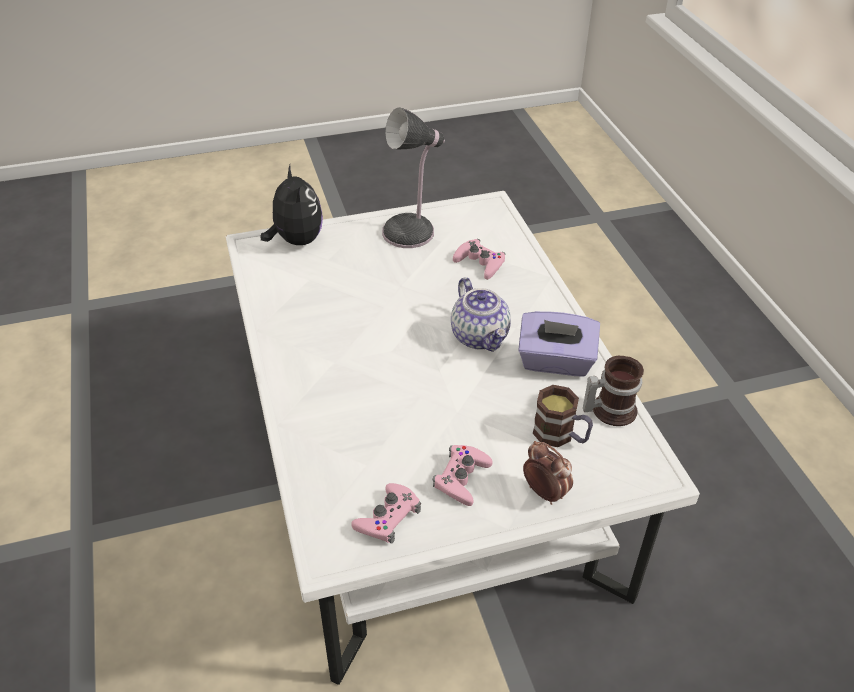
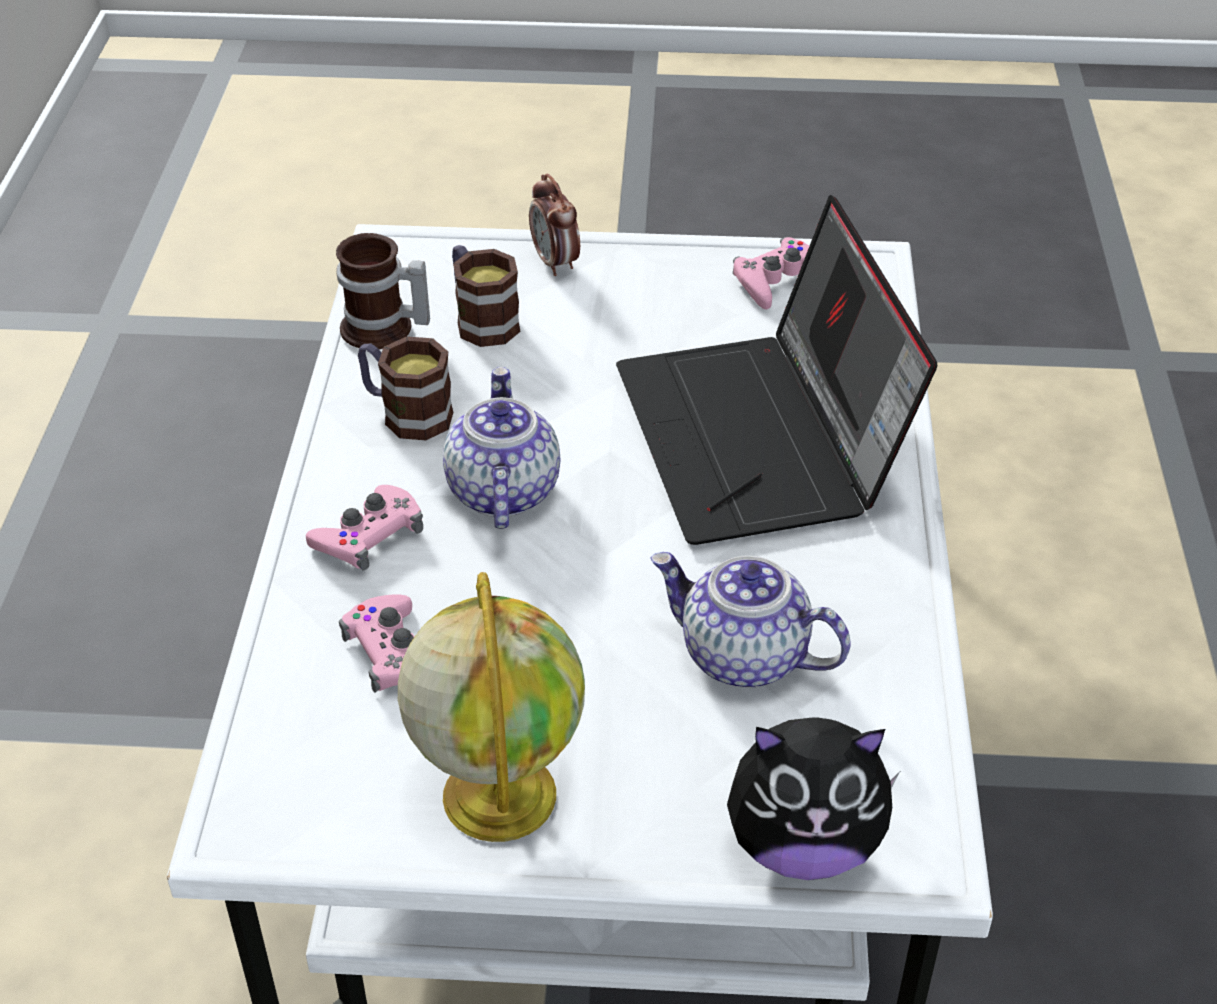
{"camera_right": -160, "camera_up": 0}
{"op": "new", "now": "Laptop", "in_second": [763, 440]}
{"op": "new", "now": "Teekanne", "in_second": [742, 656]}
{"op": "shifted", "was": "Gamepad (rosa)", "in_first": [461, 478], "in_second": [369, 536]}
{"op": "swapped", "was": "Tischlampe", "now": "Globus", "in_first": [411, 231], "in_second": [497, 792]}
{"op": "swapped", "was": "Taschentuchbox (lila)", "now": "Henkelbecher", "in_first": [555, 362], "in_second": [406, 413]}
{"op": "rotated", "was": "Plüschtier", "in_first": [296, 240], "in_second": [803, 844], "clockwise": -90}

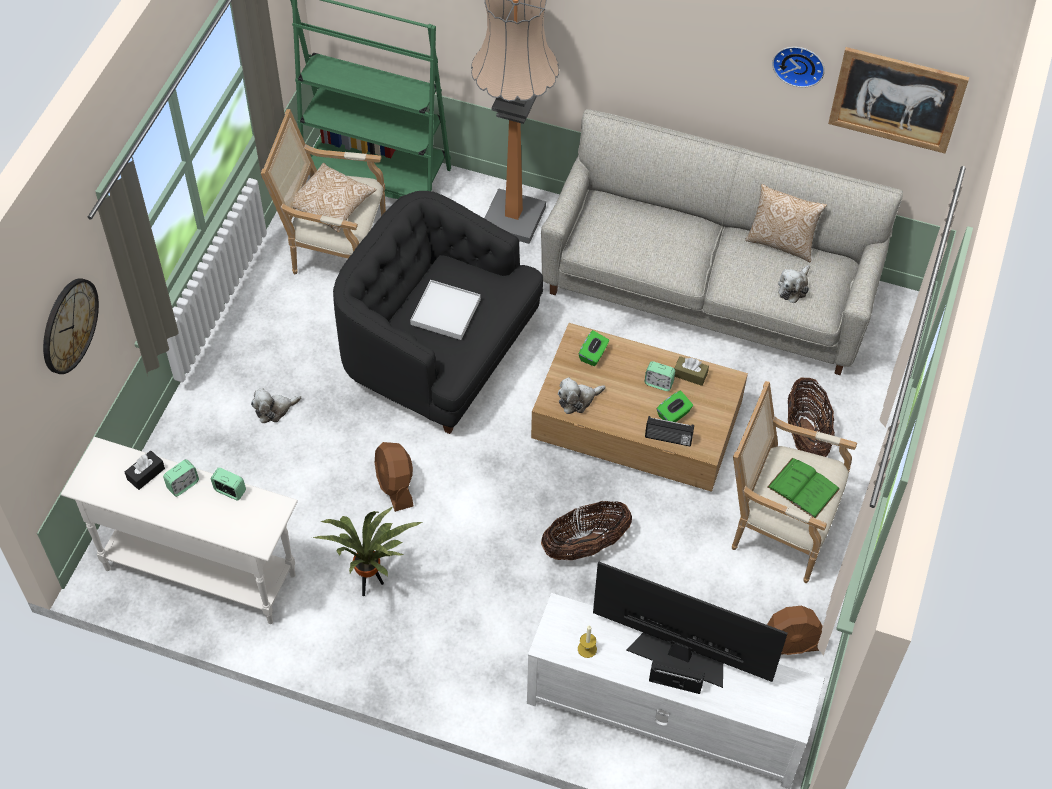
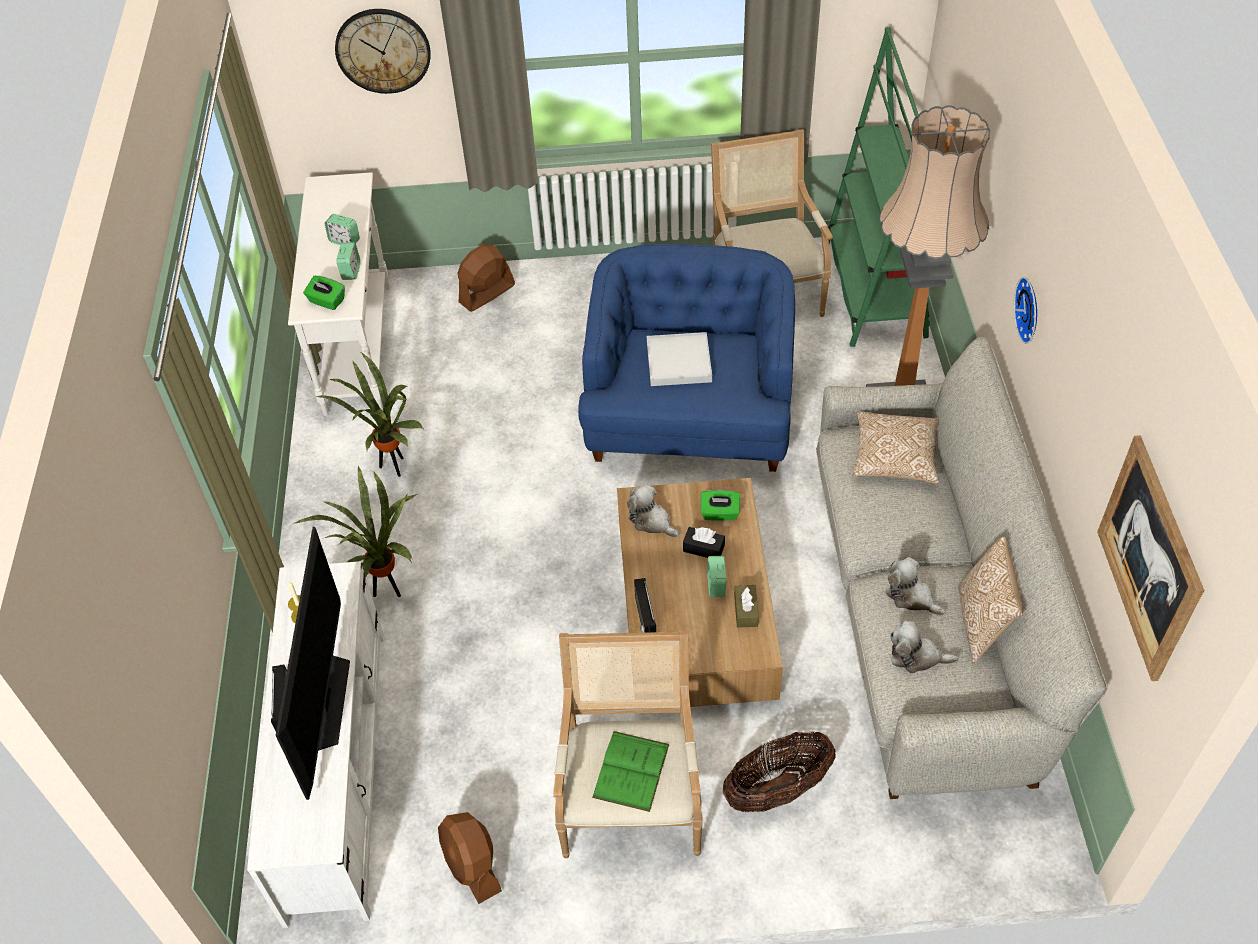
{"camera_right": 70, "camera_up": -5}
{"op": "gone", "was": "Korb", "in_first": [585, 545]}
{"op": "new", "now": "Topfpflanze", "in_second": [386, 590]}
{"op": "shifted", "was": "Taschentuchbox (schwarz)", "in_first": [146, 474], "in_second": [703, 548]}
{"op": "shifted", "was": "Plüschtier", "in_first": [274, 410], "in_second": [911, 597]}
{"op": "shifted", "was": "Kissen", "in_first": [331, 206], "in_second": [894, 458]}
{"op": "shifted", "was": "Ventilator (braun)", "in_first": [395, 485], "in_second": [486, 294]}
{"op": "shifted", "was": "Taschentuchbox (grün)", "in_first": [674, 415], "in_second": [327, 301]}
{"op": "shifted", "was": "Wanduhr", "in_first": [799, 64], "in_second": [1030, 310]}
{"op": "repainted", "was": "Sessel (schwarz)", "now": "Sessel (blau)", "in_first": [439, 352], "in_second": [689, 416]}

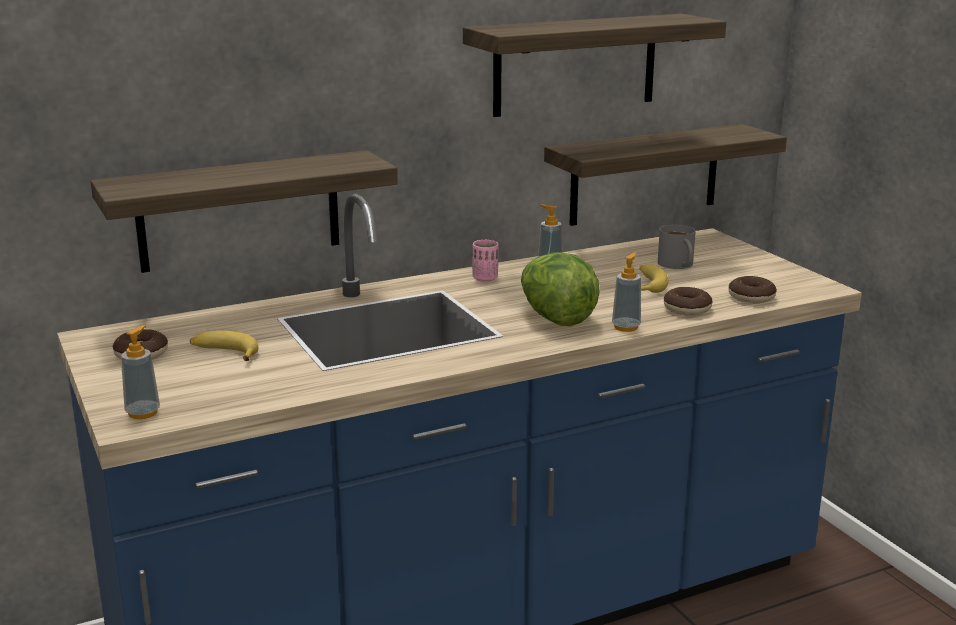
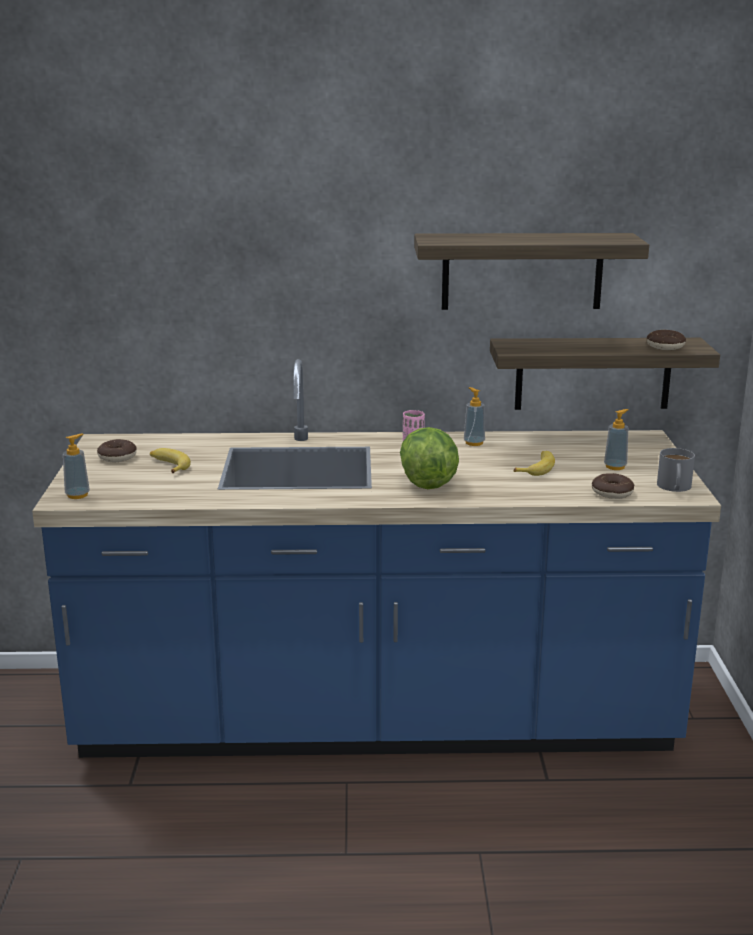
{"camera_right": 25, "camera_up": 0}
{"op": "gone", "was": "Wandregal", "in_first": [239, 211]}
{"op": "shifted", "was": "Seifenspender", "in_first": [626, 327], "in_second": [615, 467]}
{"op": "shifted", "was": "Henkelbecher (grau)", "in_first": [678, 265], "in_second": [674, 488]}
{"op": "shifted", "was": "Donut", "in_first": [687, 309], "in_second": [665, 346]}

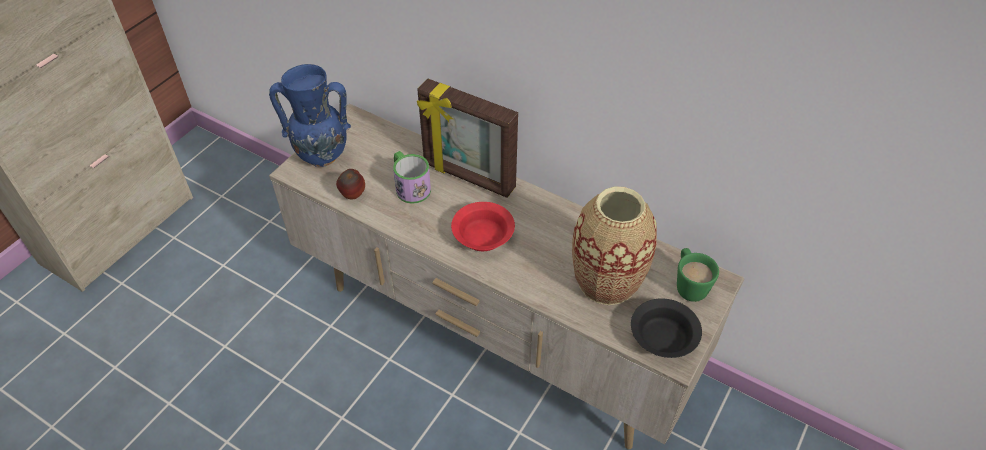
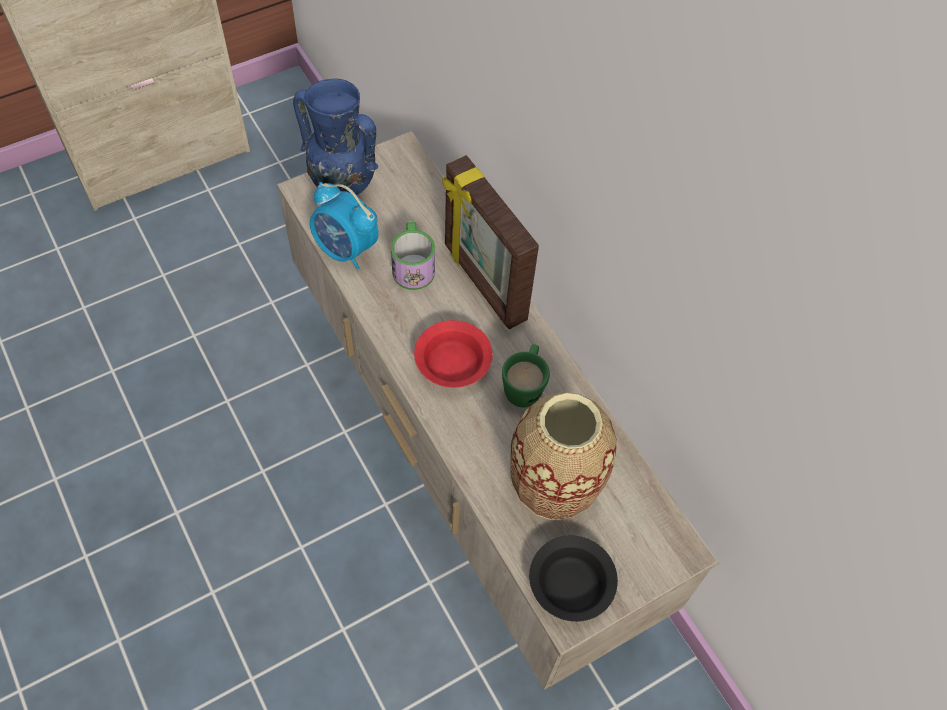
{"camera_right": 25, "camera_up": 10}
{"op": "shifted", "was": "Henkelbecher (grün)", "in_first": [688, 285], "in_second": [524, 386]}
{"op": "swapped", "was": "Apfel", "now": "Wecker", "in_first": [352, 196], "in_second": [346, 249]}

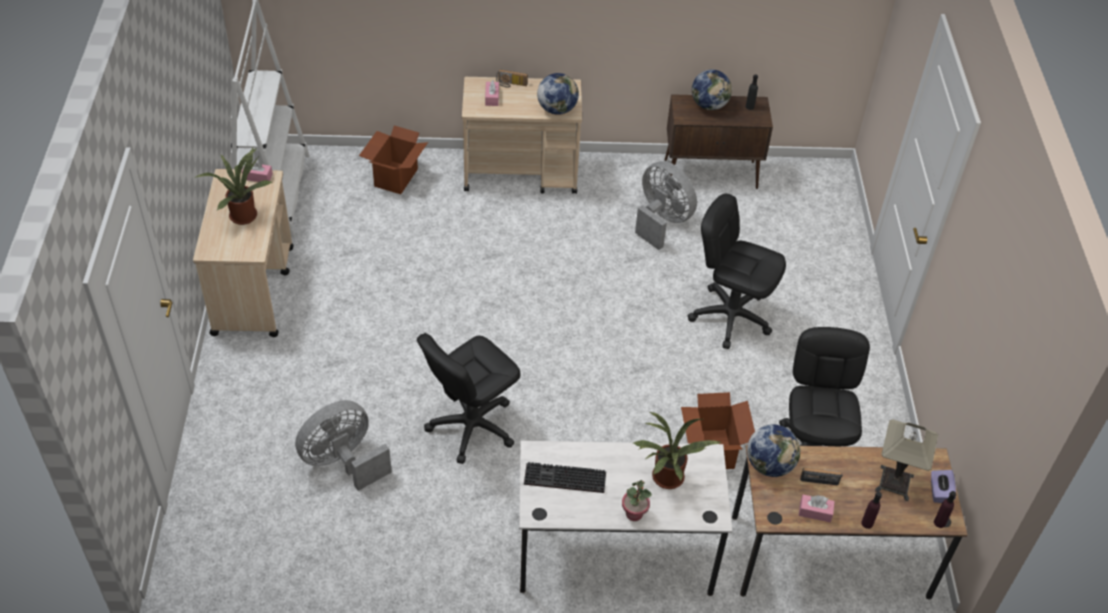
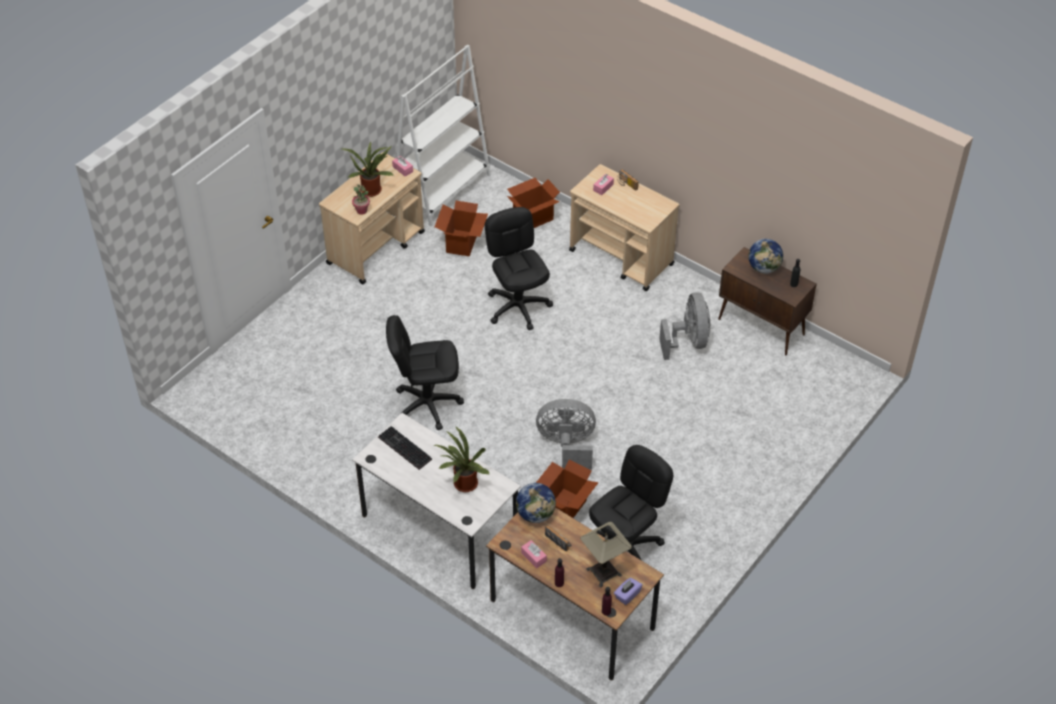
{"camera_right": 40, "camera_up": 0}
{"op": "gone", "was": "Globus", "in_first": [557, 109]}
{"op": "new", "now": "Karton", "in_second": [462, 243]}
{"op": "shifted", "was": "Ventilator (grau)", "in_first": [343, 462], "in_second": [567, 446]}
{"op": "shifted", "was": "Topfpflanze", "in_first": [634, 514], "in_second": [362, 210]}
{"op": "shifted", "was": "Bürostuhl (schwarz)", "in_first": [730, 317], "in_second": [518, 307]}

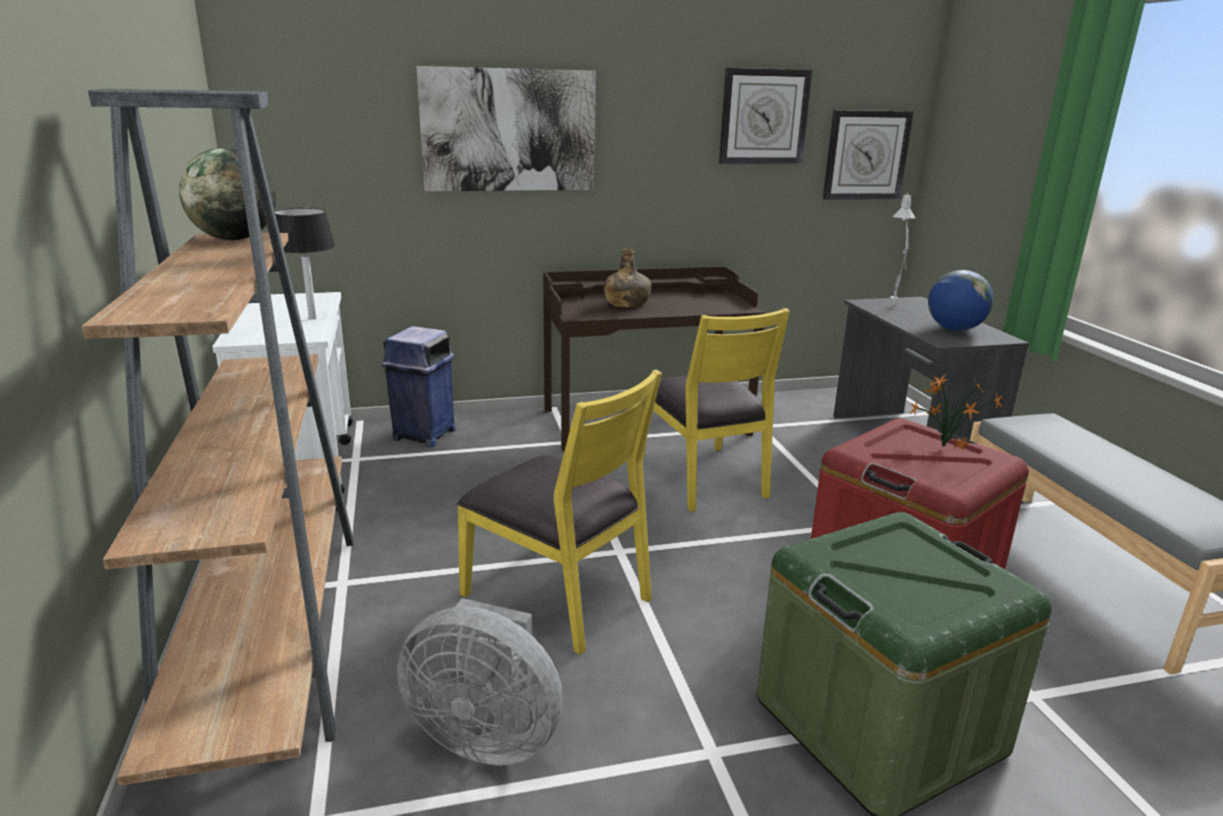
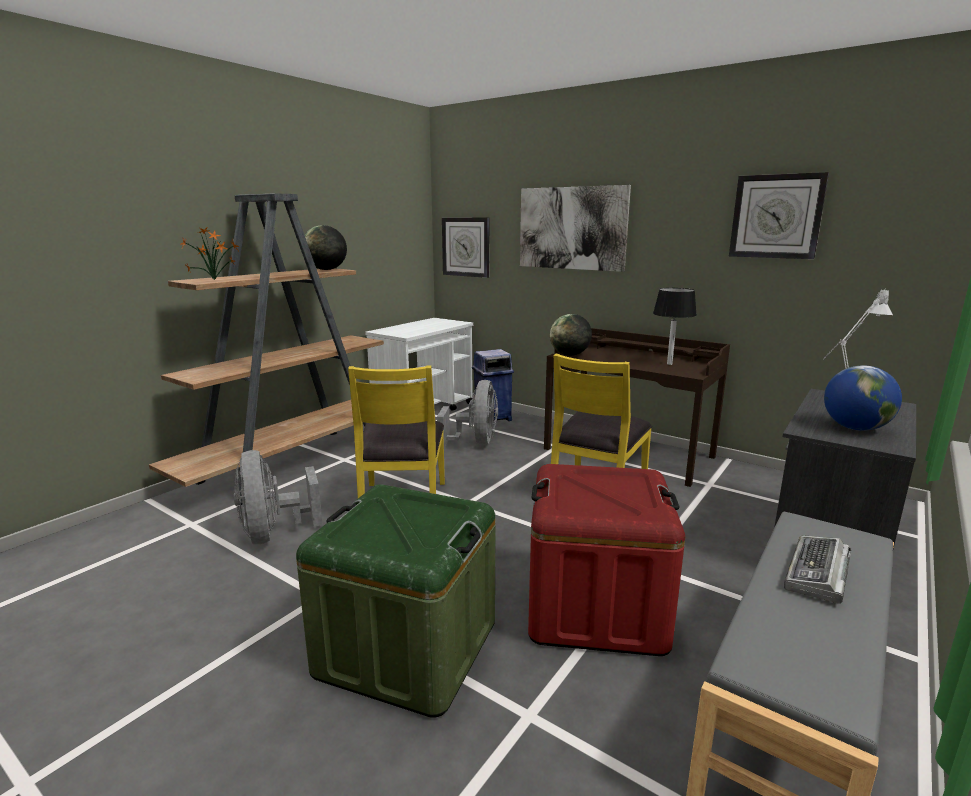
{"camera_right": 50, "camera_up": -5}
{"op": "gone", "was": "Flasche (grün)", "in_first": [626, 304]}
{"op": "new", "now": "Ventilator (grau)", "in_second": [475, 443]}
{"op": "new", "now": "Globus", "in_second": [569, 355]}
{"op": "new", "now": "Tastatur", "in_second": [817, 574]}
{"op": "shifted", "was": "Tischlampe (schwarz)", "in_first": [312, 318], "in_second": [669, 364]}
{"op": "shifted", "was": "Wanduhr", "in_first": [866, 155], "in_second": [466, 247]}
{"op": "shifted", "was": "Topfpflanze", "in_first": [942, 446], "in_second": [216, 280]}

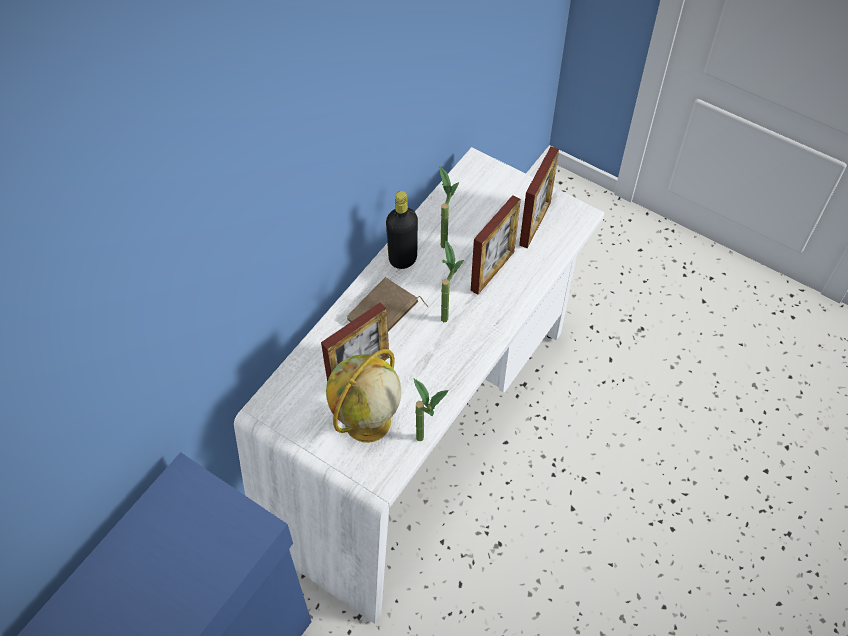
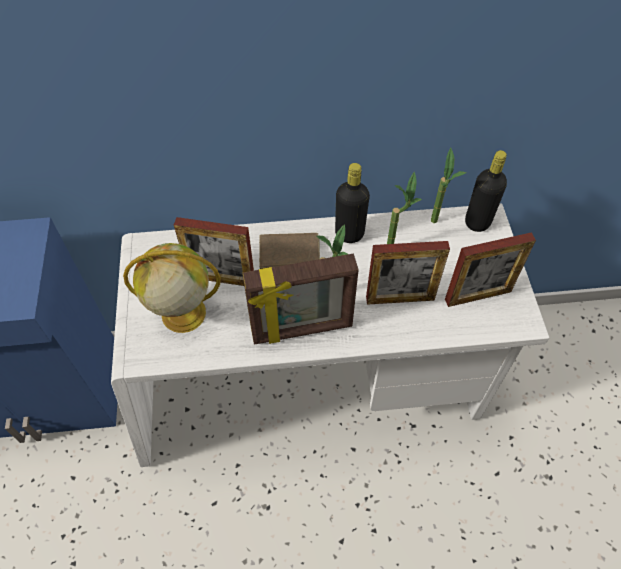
{"camera_right": 50, "camera_up": 0}
{"op": "new", "now": "Bilderrahmen", "in_second": [302, 330]}
{"op": "new", "now": "Flasche (schwarz)", "in_second": [477, 222]}
{"op": "shifted", "was": "Topfpflanze", "in_first": [427, 440], "in_second": [436, 226]}

